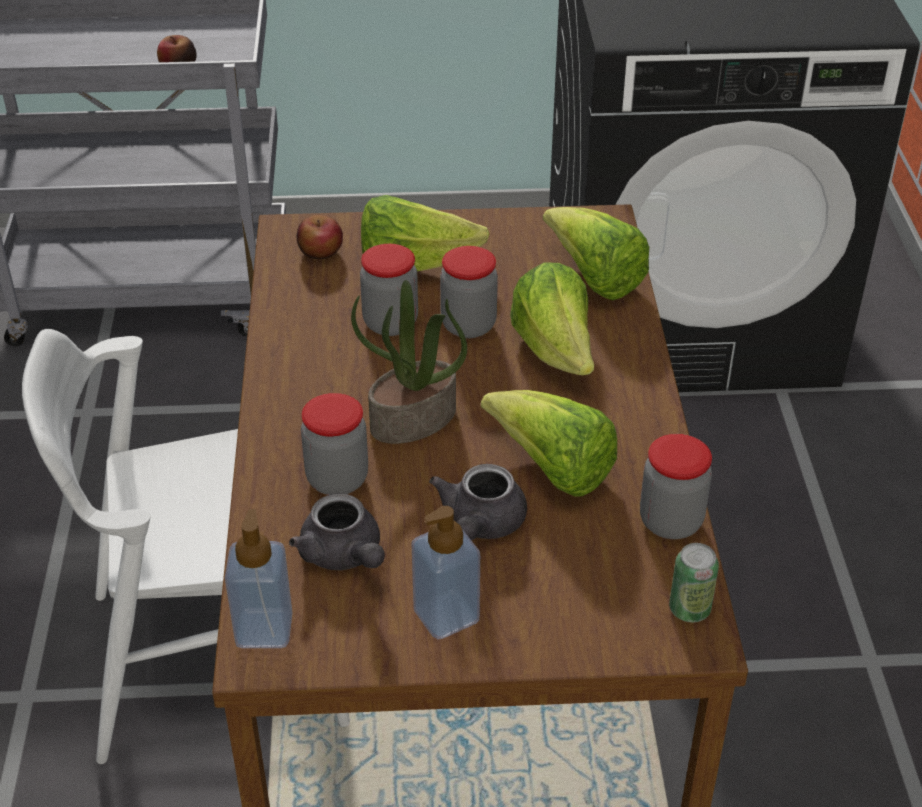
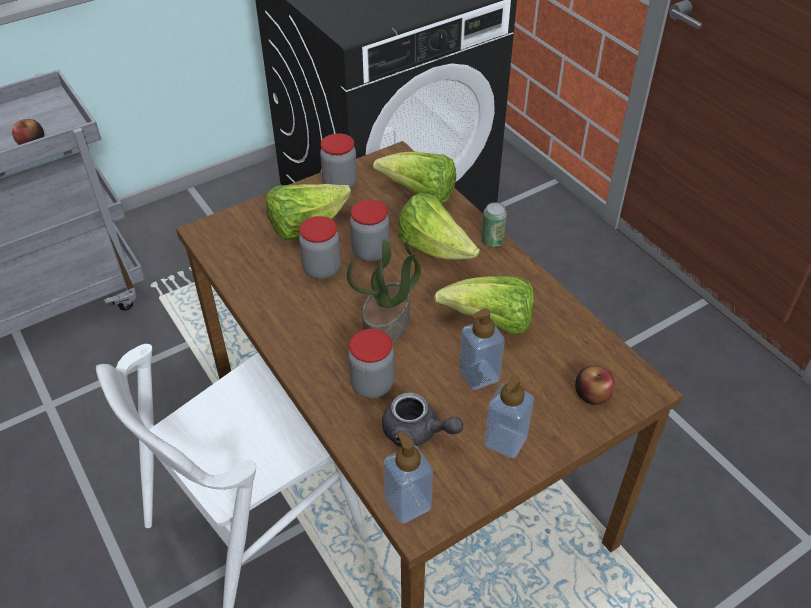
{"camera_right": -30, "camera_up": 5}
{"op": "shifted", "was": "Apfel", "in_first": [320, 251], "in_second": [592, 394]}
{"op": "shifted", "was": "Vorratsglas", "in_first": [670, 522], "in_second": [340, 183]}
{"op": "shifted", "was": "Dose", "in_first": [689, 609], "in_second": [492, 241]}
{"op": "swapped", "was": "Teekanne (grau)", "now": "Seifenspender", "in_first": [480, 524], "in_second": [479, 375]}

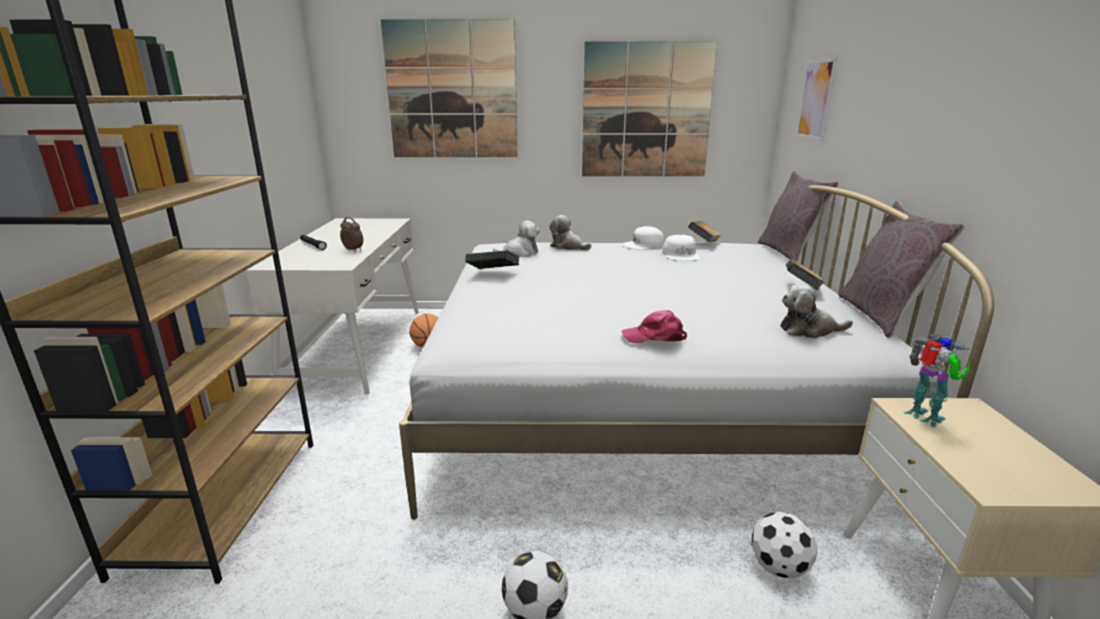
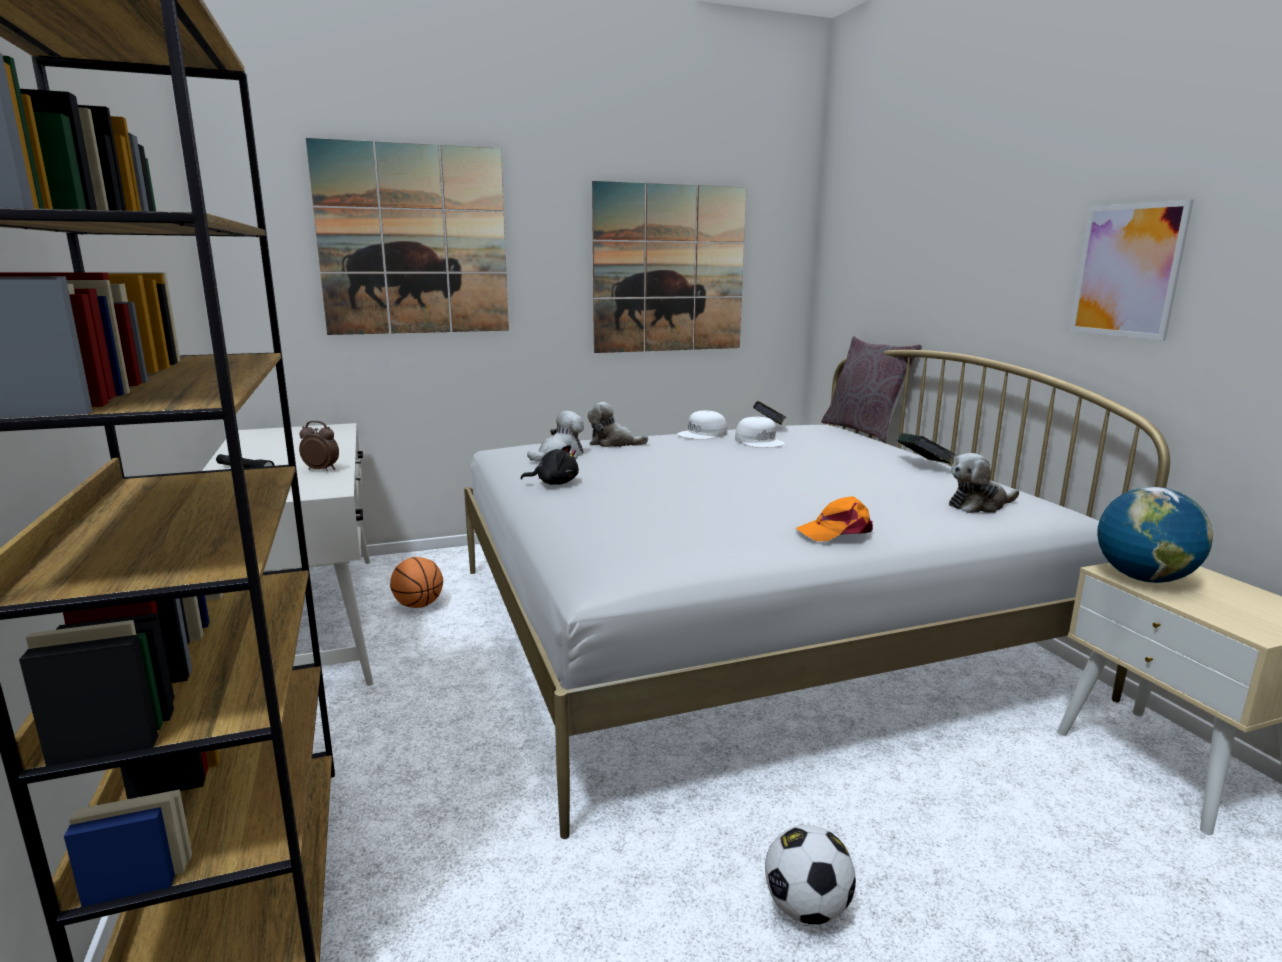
{"camera_right": -20, "camera_up": -5}
{"op": "gone", "was": "Fußball", "in_first": [779, 567]}
{"op": "gone", "was": "Kissen (grau)", "in_first": [881, 316]}
{"op": "shifted", "was": "Bild", "in_first": [816, 99], "in_second": [1127, 270]}
{"op": "swapped", "was": "Buch", "now": "Plüschtier (schwarz)", "in_first": [493, 274], "in_second": [554, 483]}
{"op": "swapped", "was": "Spielzeugroboter", "now": "Globus", "in_first": [924, 418], "in_second": [1143, 579]}
{"op": "repainted", "was": "Kappe (rosa)", "now": "Kappe (orange)", "in_first": [655, 336], "in_second": [836, 531]}

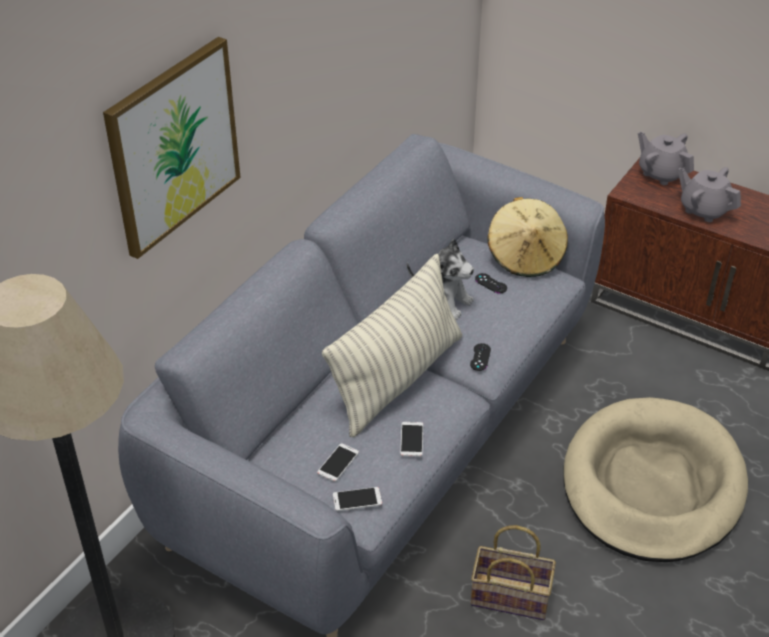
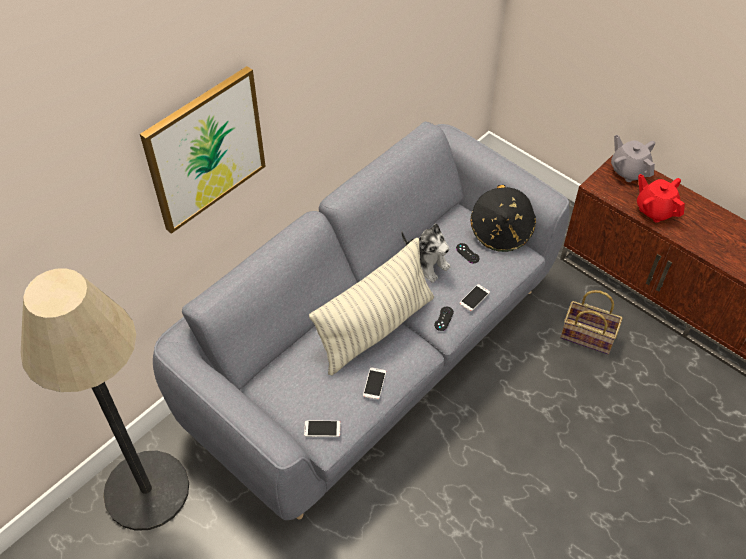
{"camera_right": 10, "camera_up": 10}
{"op": "gone", "was": "Hundebett (beige)", "in_first": [652, 484]}
{"op": "shifted", "was": "Handy", "in_first": [338, 463], "in_second": [474, 298]}
{"op": "shifted", "was": "Korb", "in_first": [512, 596], "in_second": [589, 336]}
{"op": "repainted", "was": "Hut (beige)", "now": "Hut (schwarz)", "in_first": [526, 257], "in_second": [501, 232]}
{"op": "repainted", "was": "Teekanne (grau)", "now": "Teekanne (rot)", "in_first": [704, 210], "in_second": [655, 210]}

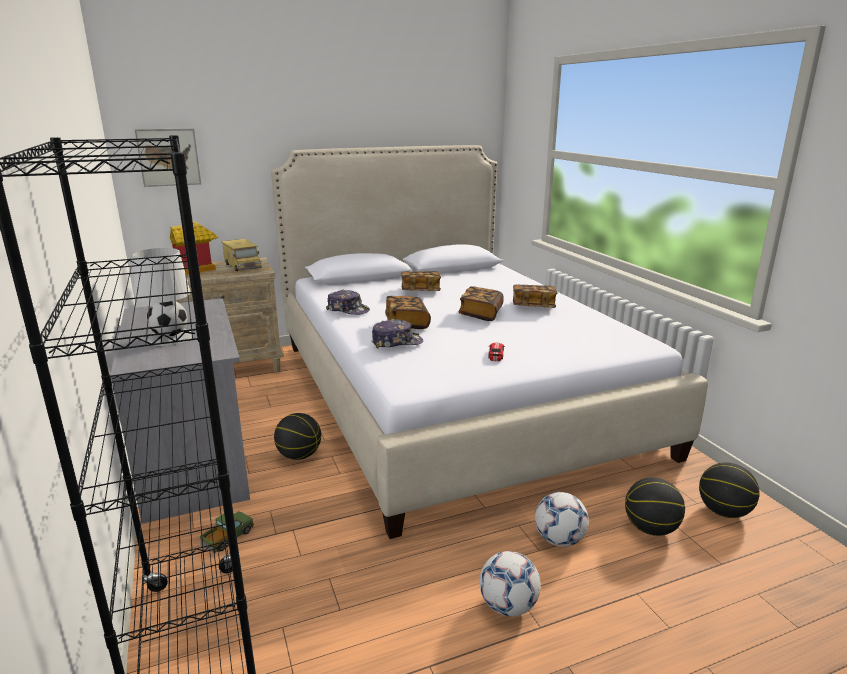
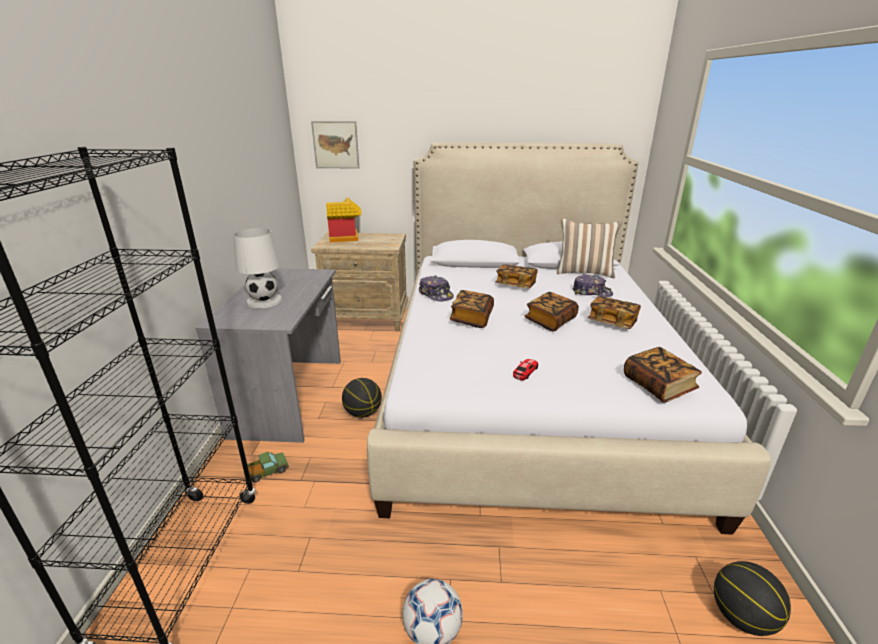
{"camera_right": 25, "camera_up": 5}
{"op": "gone", "was": "Spielzeuglaster", "in_first": [242, 266]}
{"op": "gone", "was": "Fußball", "in_first": [559, 540]}
{"op": "gone", "was": "Basketball", "in_first": [651, 529]}
{"op": "new", "now": "Kissen", "in_second": [584, 272]}
{"op": "new", "now": "Buch", "in_second": [658, 386]}
{"op": "shifted", "was": "Kappe", "in_first": [397, 342], "in_second": [592, 292]}

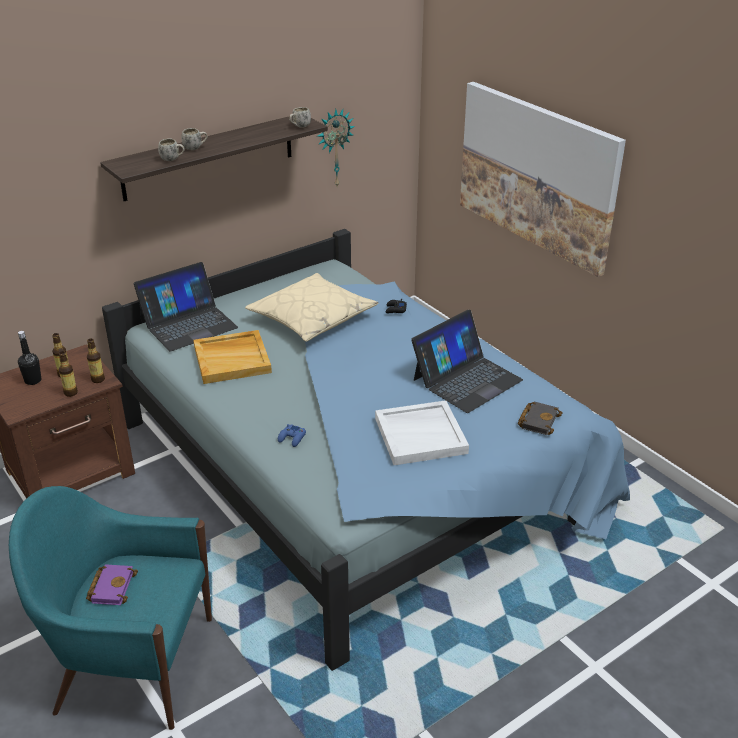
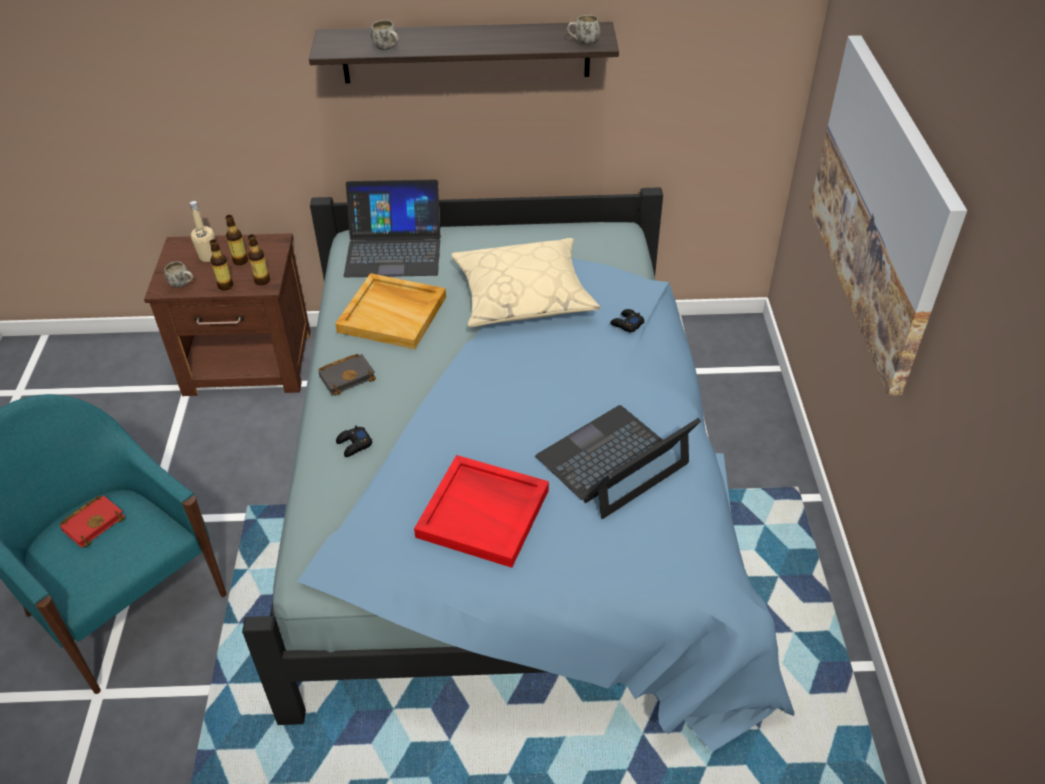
{"camera_right": 35, "camera_up": 10}
{"op": "gone", "was": "Wanduhr", "in_first": [334, 147]}
{"op": "shifted", "was": "Henkelbecher (weiß)", "in_first": [195, 148], "in_second": [183, 284]}
{"op": "shifted", "was": "Buch (schwarz)", "in_first": [538, 420], "in_second": [348, 376]}
{"op": "repainted", "was": "Flasche (schwarz)", "now": "Flasche (beige)", "in_first": [33, 380], "in_second": [208, 257]}
{"op": "repainted", "was": "Buch (lila)", "now": "Buch (rot)", "in_first": [111, 586], "in_second": [94, 522]}
{"op": "repainted", "was": "Gamepad (blau)", "now": "Gamepad (schwarz)", "in_first": [292, 438], "in_second": [354, 444]}
{"op": "repainted", "was": "Tablett (weiß)", "now": "Tablett (rot)", "in_first": [421, 435], "in_second": [484, 513]}
{"op": "rotated", "was": "Laptop", "in_first": [466, 379], "in_second": [613, 461], "clockwise": 150}

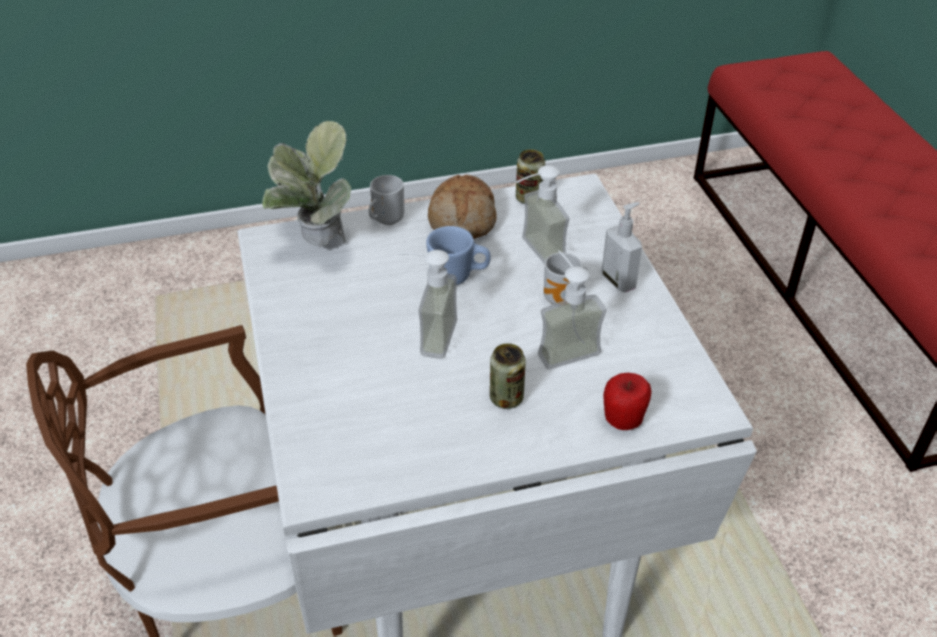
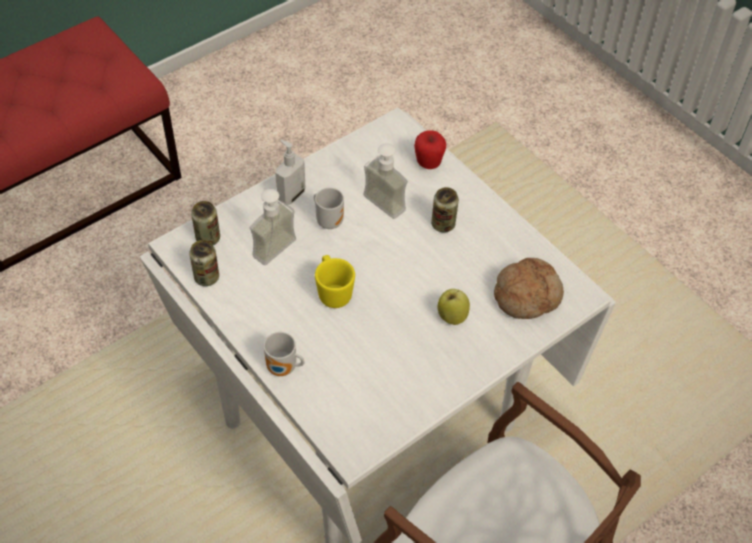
{"camera_right": -115, "camera_up": 10}
{"op": "gone", "was": "Topfpflanze", "in_first": [316, 248]}
{"op": "gone", "was": "Seifenspender", "in_first": [426, 336]}
{"op": "new", "now": "Dose", "in_second": [208, 238]}
{"op": "new", "now": "Apfel", "in_second": [452, 316]}
{"op": "shifted", "was": "Brot", "in_first": [463, 220], "in_second": [527, 294]}
{"op": "repainted", "was": "Henkelbecher (blau)", "now": "Henkelbecher (gelb)", "in_first": [458, 276], "in_second": [333, 291]}

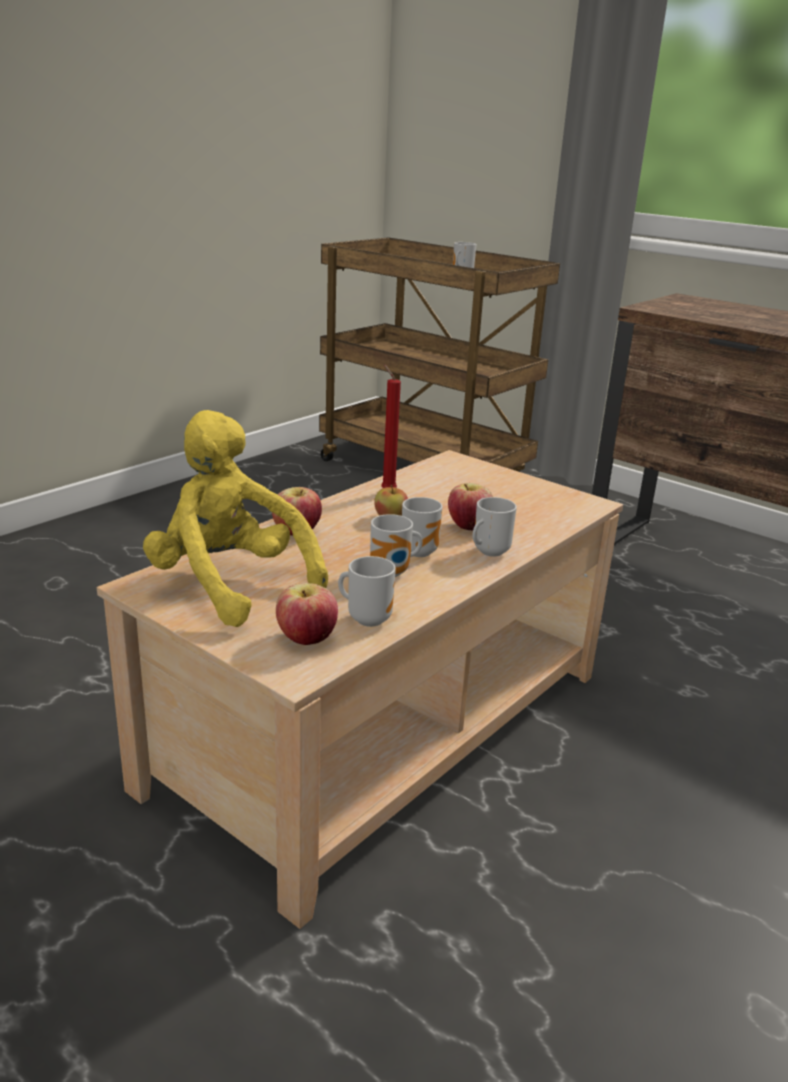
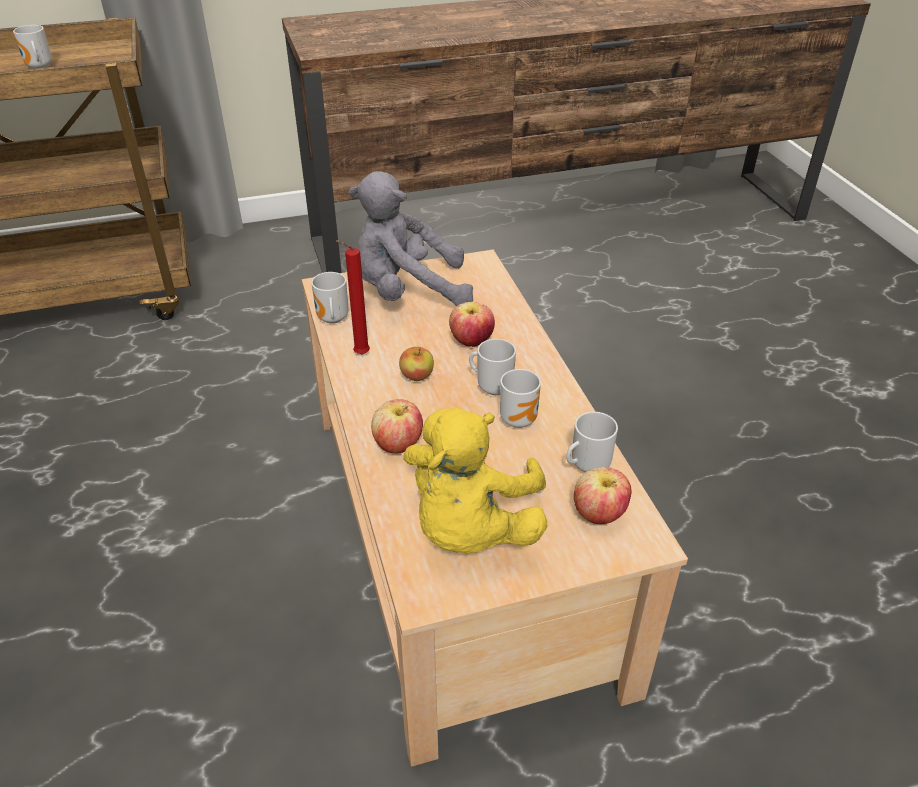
{"camera_right": -55, "camera_up": 15}
{"op": "new", "now": "Plüschtier (grau)", "in_second": [407, 292]}
{"op": "shifted", "was": "Henkelbecher", "in_first": [488, 552], "in_second": [331, 320]}
{"op": "rotated", "was": "Plüschtier (gelb)", "in_first": [230, 585], "in_second": [471, 528], "clockwise": -60}

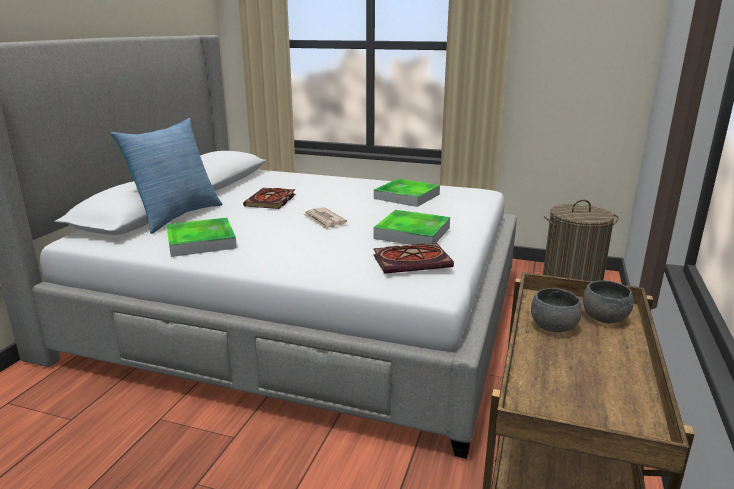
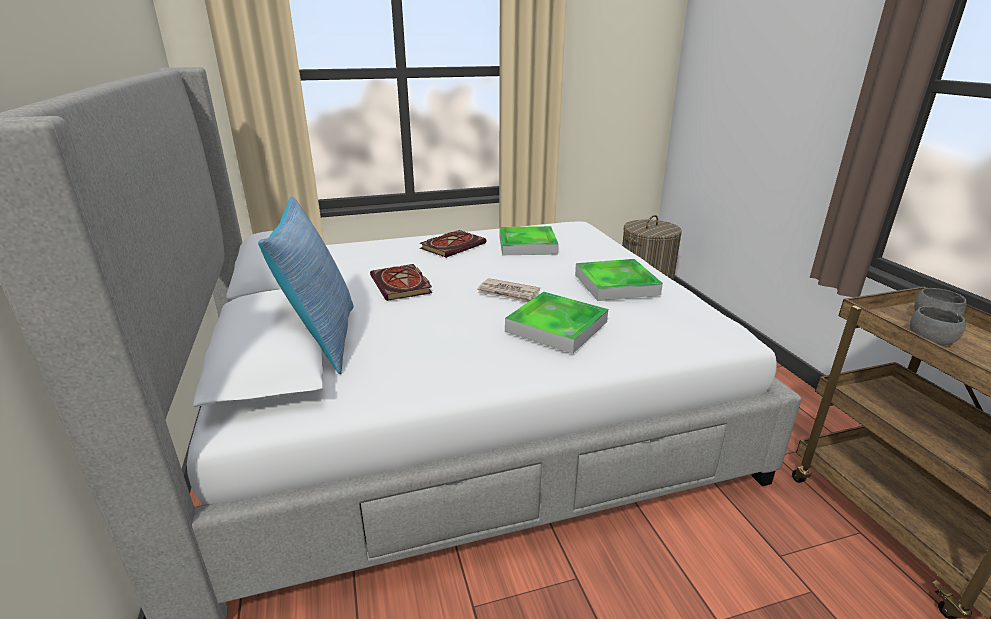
{"camera_right": -35, "camera_up": 5}
{"op": "shifted", "was": "Tablett", "in_first": [201, 241], "in_second": [556, 326]}
{"op": "shifted", "was": "Buch", "in_first": [413, 261], "in_second": [453, 245]}

